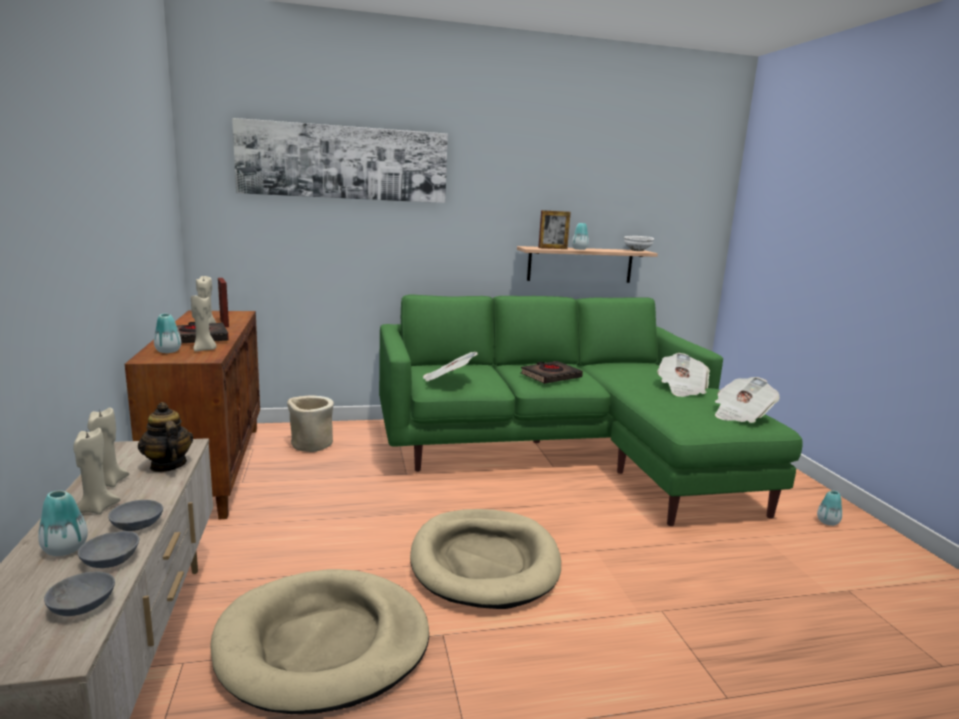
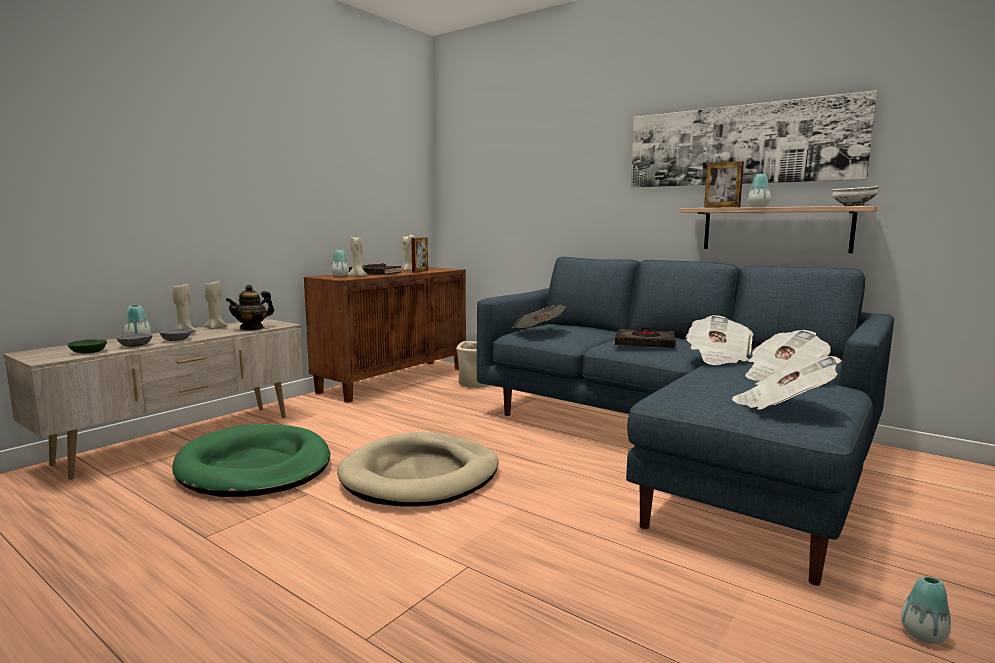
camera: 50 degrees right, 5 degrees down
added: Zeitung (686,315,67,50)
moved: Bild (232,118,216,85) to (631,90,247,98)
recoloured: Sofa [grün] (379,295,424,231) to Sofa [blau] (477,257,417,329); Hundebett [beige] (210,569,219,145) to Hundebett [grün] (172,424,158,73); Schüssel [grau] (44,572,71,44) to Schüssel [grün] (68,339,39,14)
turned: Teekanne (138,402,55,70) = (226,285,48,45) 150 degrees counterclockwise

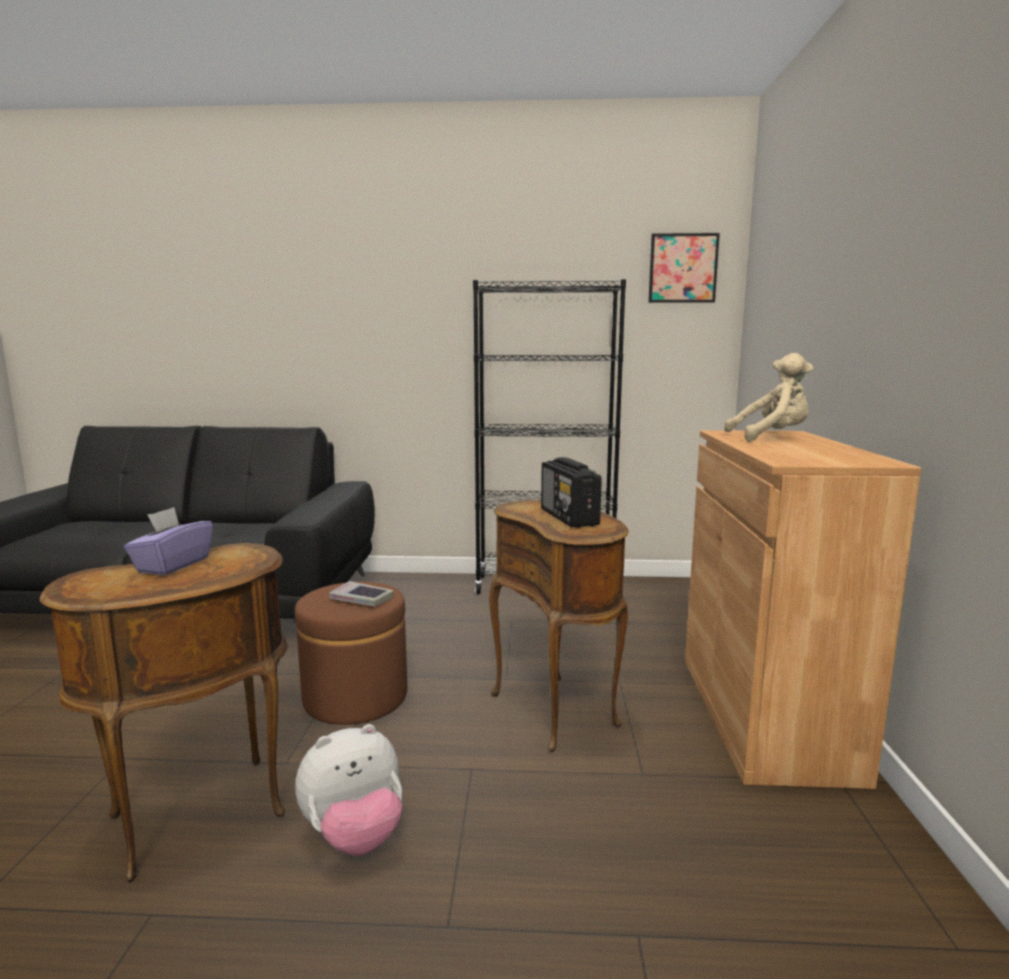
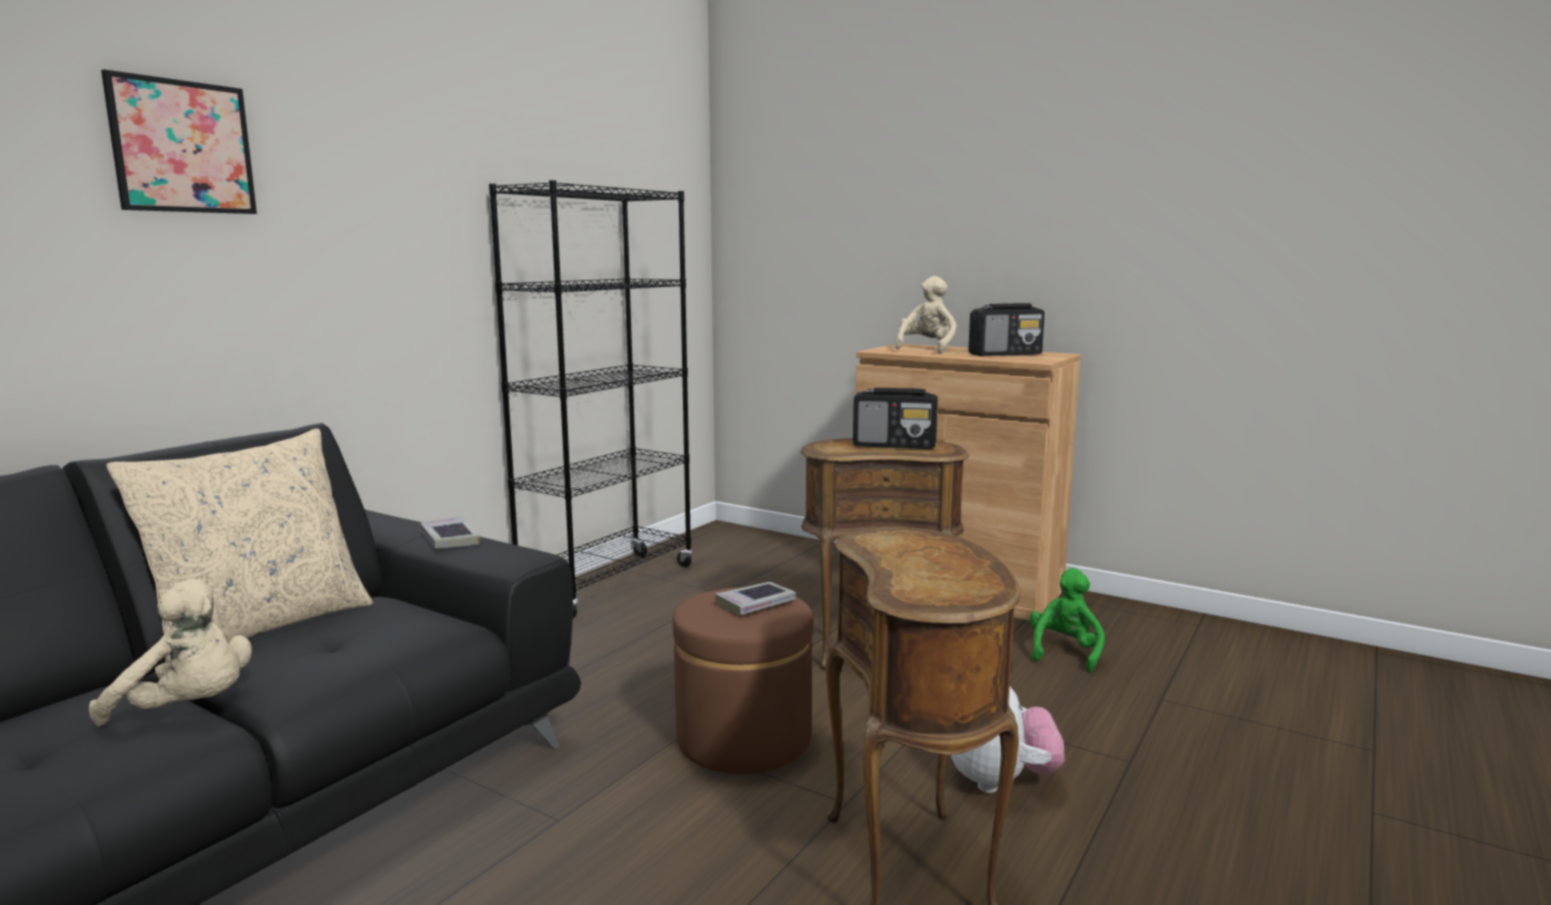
camera: 60 degrees left, 0 degrees up
removed: Taschentuchbox [lila] (124,507,89,68)
added: Radio (968,303,77,53); Kissen [beige] (106,428,267,235); Buch (420,516,60,32); Plüschtier [grün] (1030,568,75,104); Plüschtier [beige] (89,579,163,147)
moved: Bild (648,233,72,70) to (101,69,156,145)

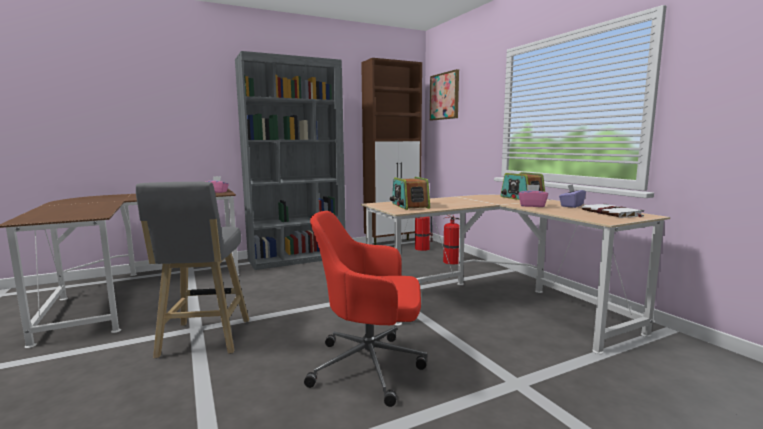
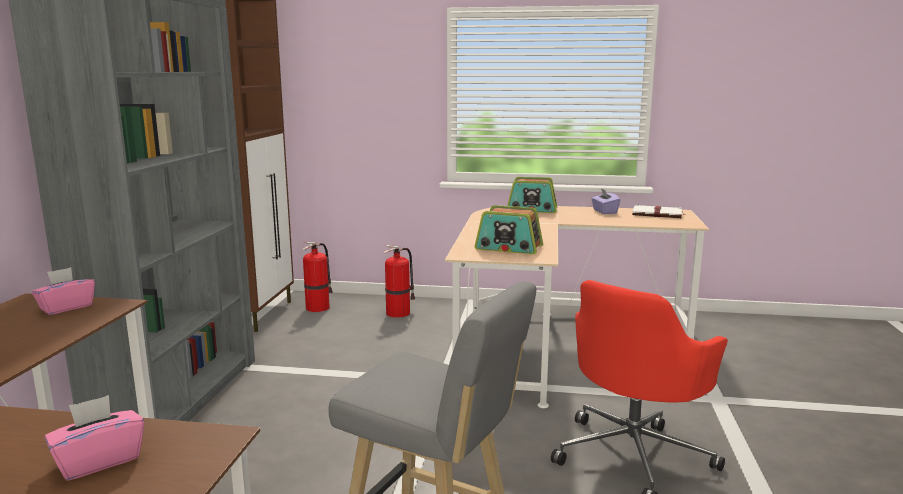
camera: 55 degrees left, 5 degrees up
removed: Bild (430,69,29,52)
moved: Taschentuchbox [rosa] (518,185,30,22) to (45,395,100,86)

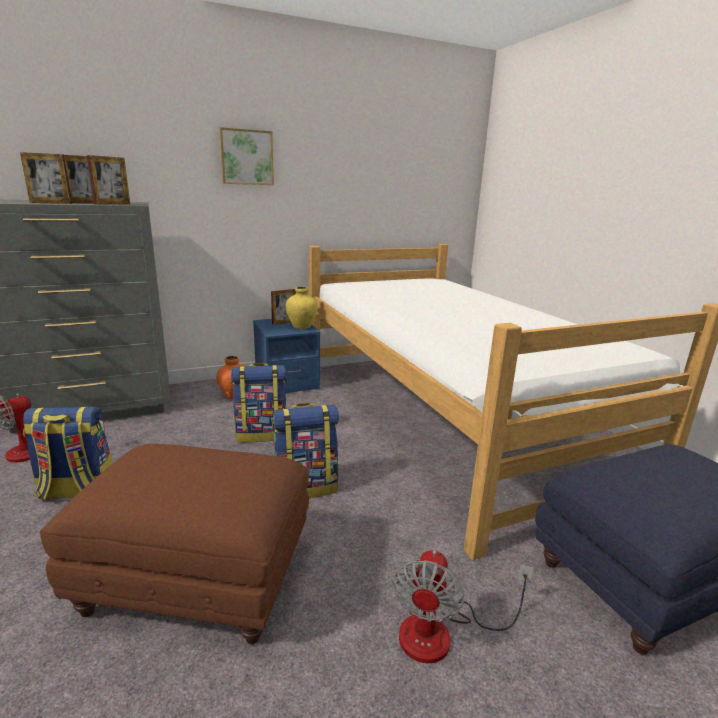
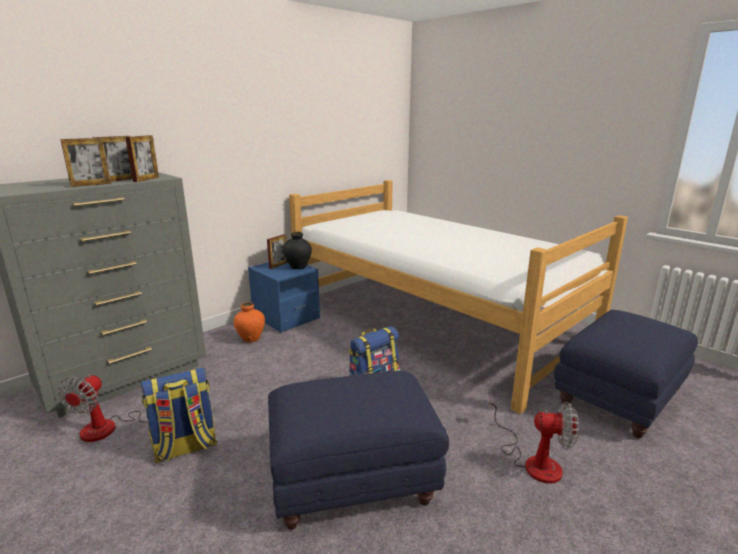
camera: 20 degrees left, 0 degrees up
removed: Bild (219,127,55,58); Rucksack (231,363,56,79)
recoloured: Vase [gelb] (285,286,33,43) to Vase [schwarz] (283,232,29,37); Polsterhocker [braun] (40,444,269,200) to Polsterhocker [blau] (268,371,181,159)
turned: Ventilator (392,550,142,113) = (489,395,90,88) 75 degrees counterclockwise

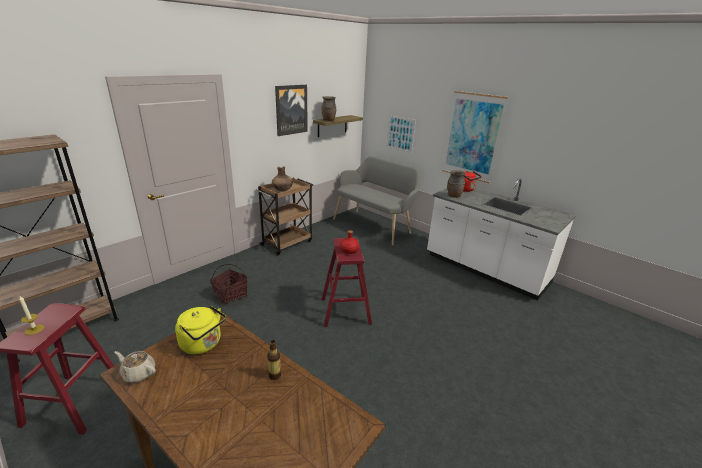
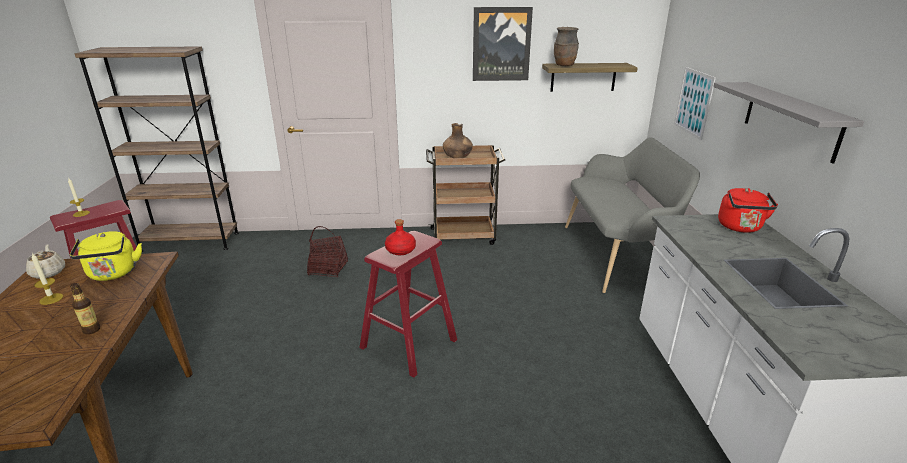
camera: 45 degrees right, 0 degrees up
removed: Vase [braun] (447,170,19,28)
added: Kerze (31,253,32,52)
replaced: Bild (442,91,67,92) to Wandregal [grau] (713,82,151,81)

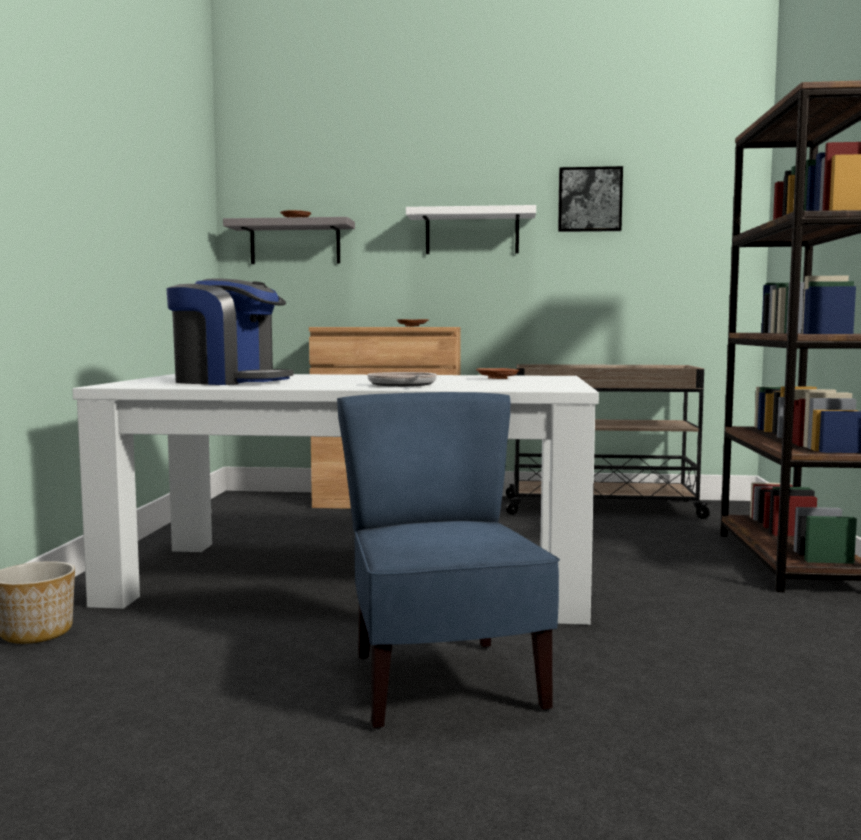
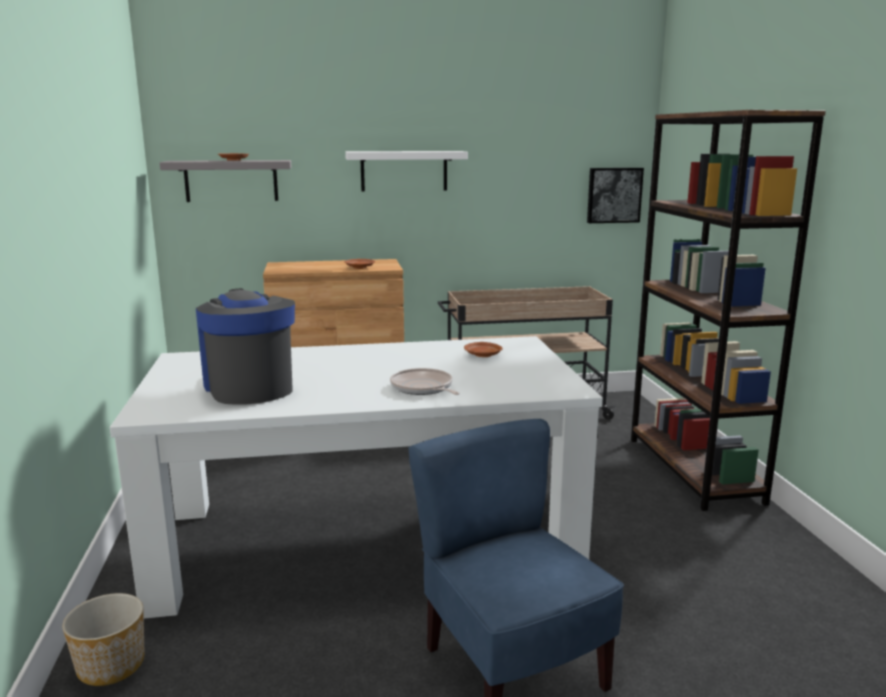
camera: 15 degrees left, 10 degrees up
moved: Bild (558,166,65,66) to (587,168,57,55)
turned: Kaffeemaschine (166,279,127,106) = (196,288,99,117) 120 degrees counterclockwise

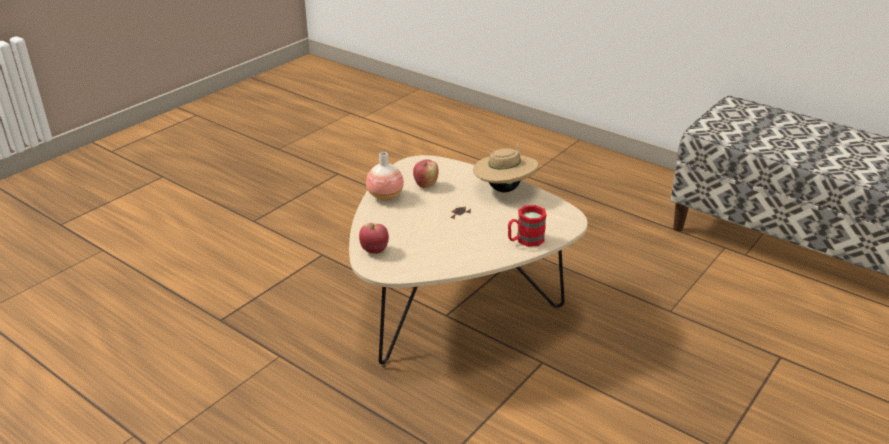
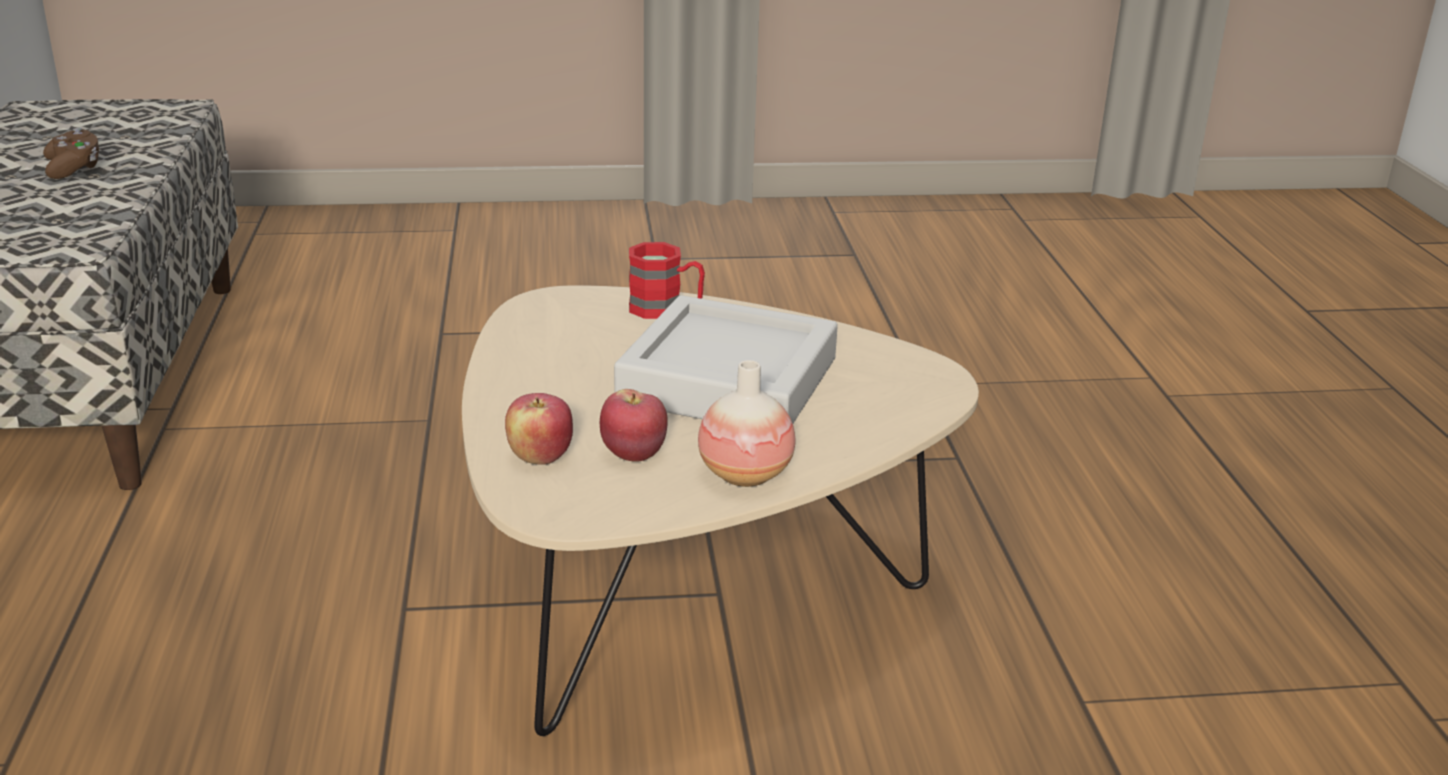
camera: 135 degrees left, 5 degrees down
removed: Hut [beige] (473,144,66,48)
added: Gamepad [braun] (43,128,56,51); Tablett [grau] (614,295,224,128)
moved: Apfel (359,223,30,31) to (505,393,68,72)

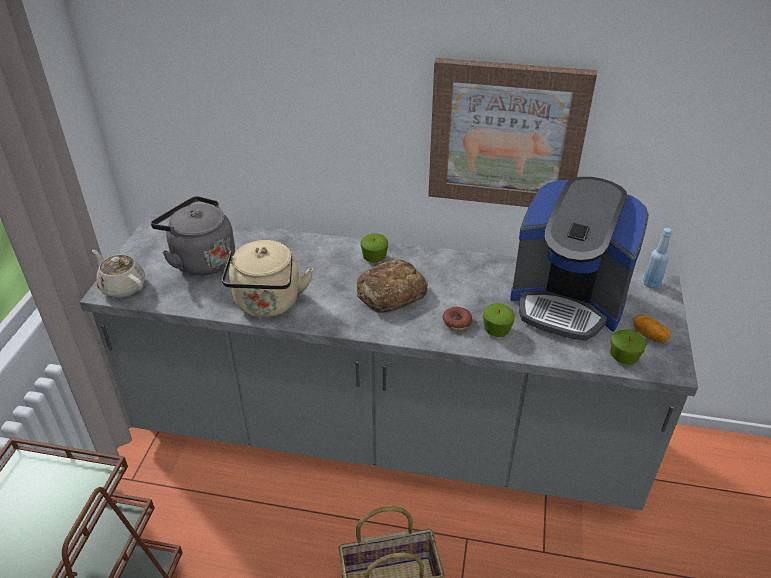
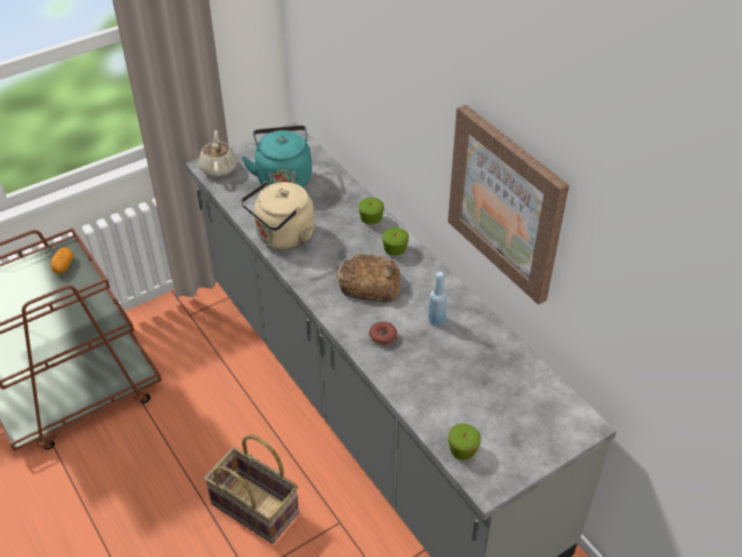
camera: 45 degrees right, 5 degrees up
removed: Kaffeemaschine (510,177,139,164)
moved: Flasche [blau] (643,228,29,60) to (428,272,19,53); Apfel (483,303,32,34) to (358,197,26,28); Kartoffel (633,315,38,28) to (51,247,23,27)
recoloured: Wasserkessel [grau] (151,196,84,80) to Wasserkessel [türkis] (242,125,70,62)

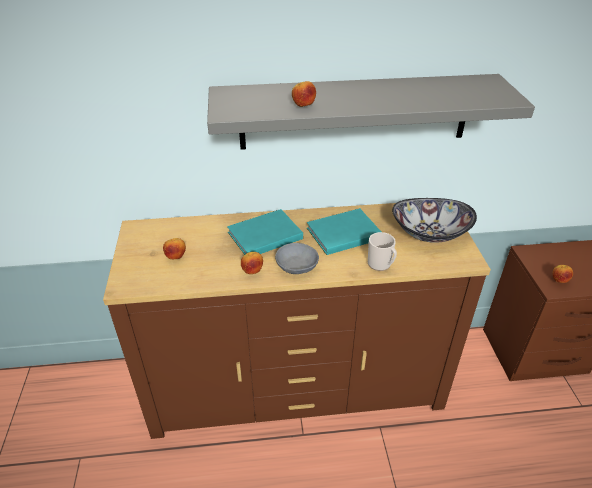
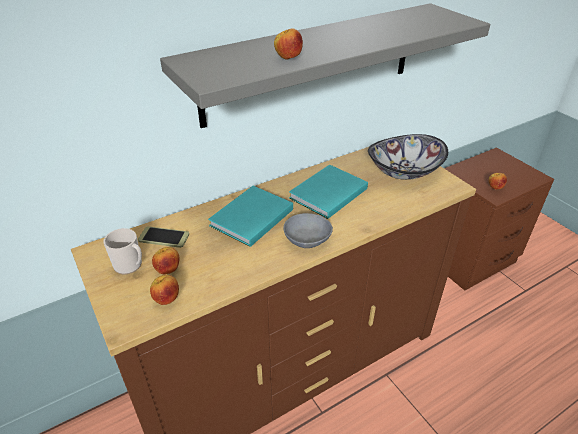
camera: 25 degrees left, 0 degrees up
added: Handy (138,226,51,22)
moved: Henkelbecher (368,232,29,39) to (103,228,39,46); Apfel (241,252,22,22) to (150,275,29,30)

